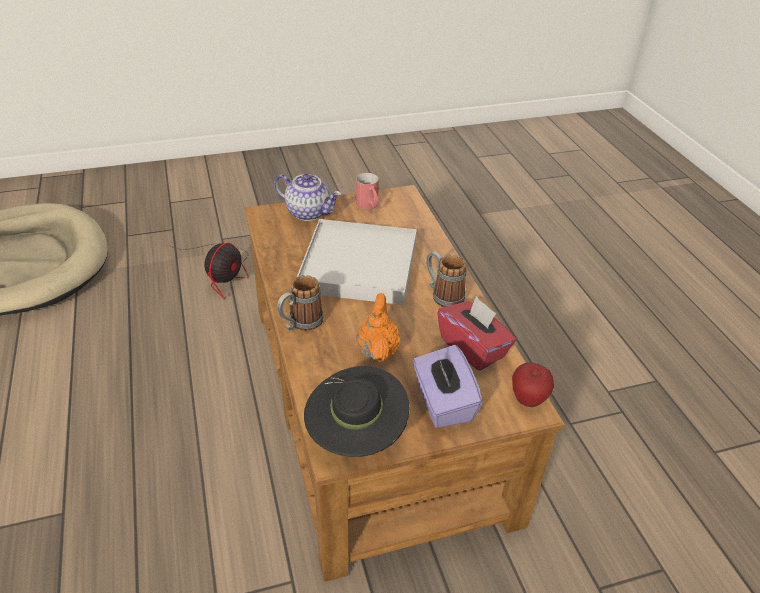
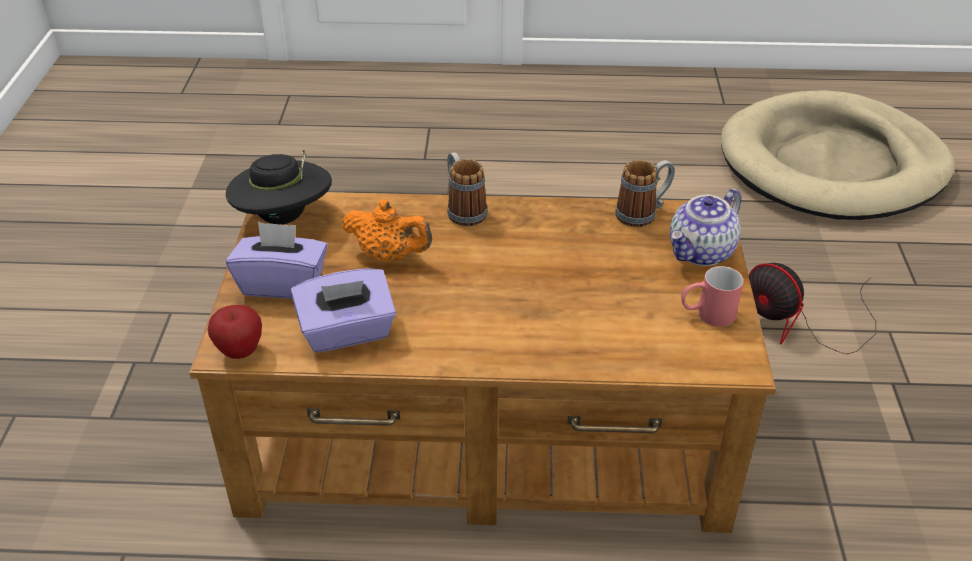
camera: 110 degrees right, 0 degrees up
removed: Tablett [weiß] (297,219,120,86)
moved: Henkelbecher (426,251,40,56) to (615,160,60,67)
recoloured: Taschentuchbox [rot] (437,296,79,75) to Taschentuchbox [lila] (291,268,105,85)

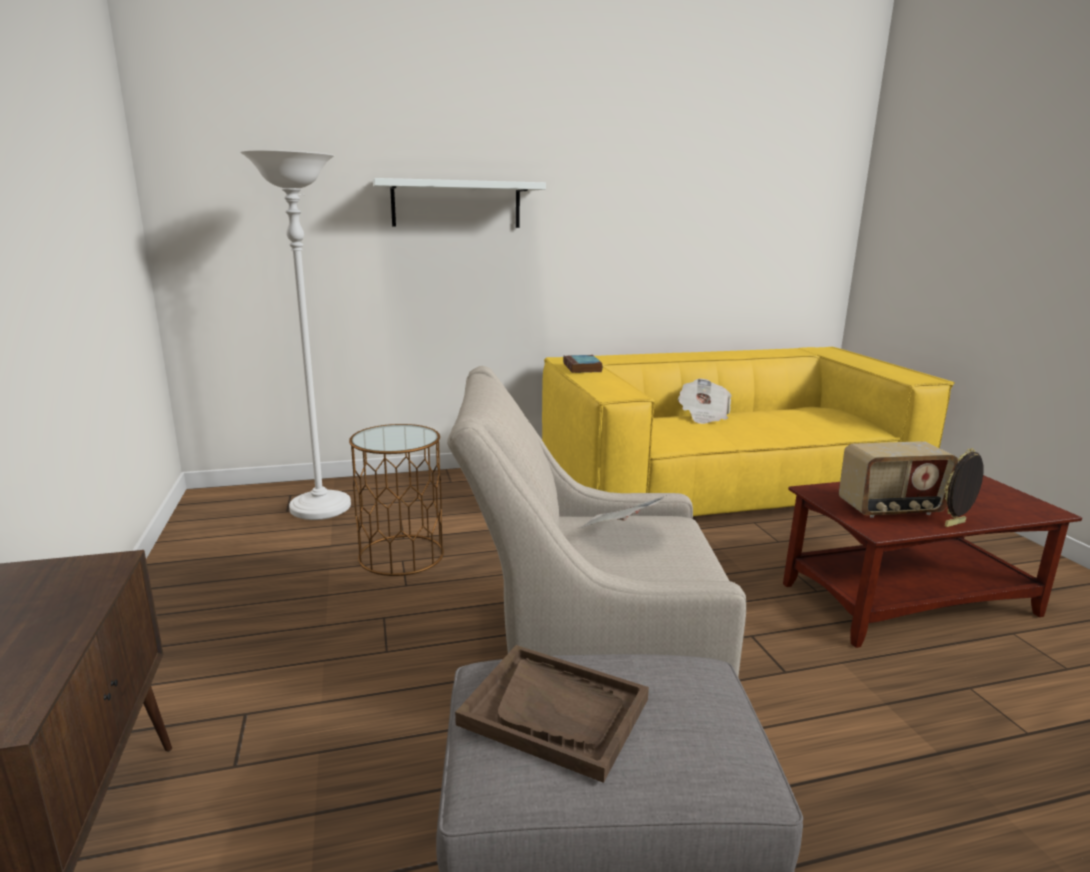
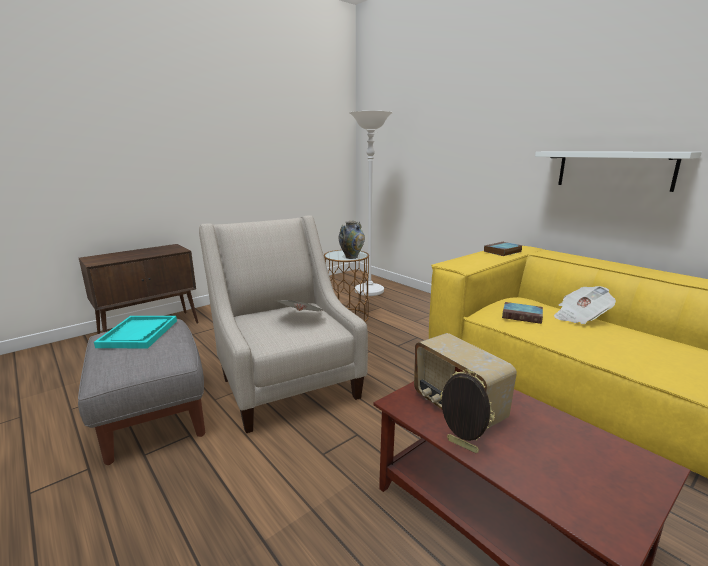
camera: 65 degrees right, 0 degrees up
added: Vase (339,221,26,38); Buch (502,302,41,22)
moved: Wandregal [weiß] (373,178,173,50) to (535,151,167,41)
recoloured: Tablett [braun] (455,645,194,138) to Tablett [türkis] (94,316,83,32)

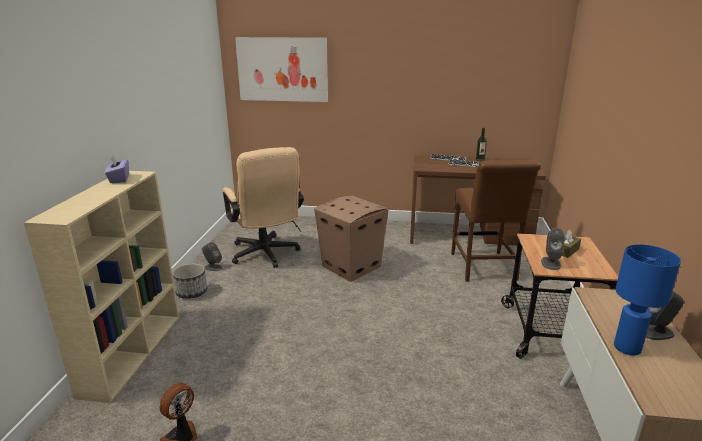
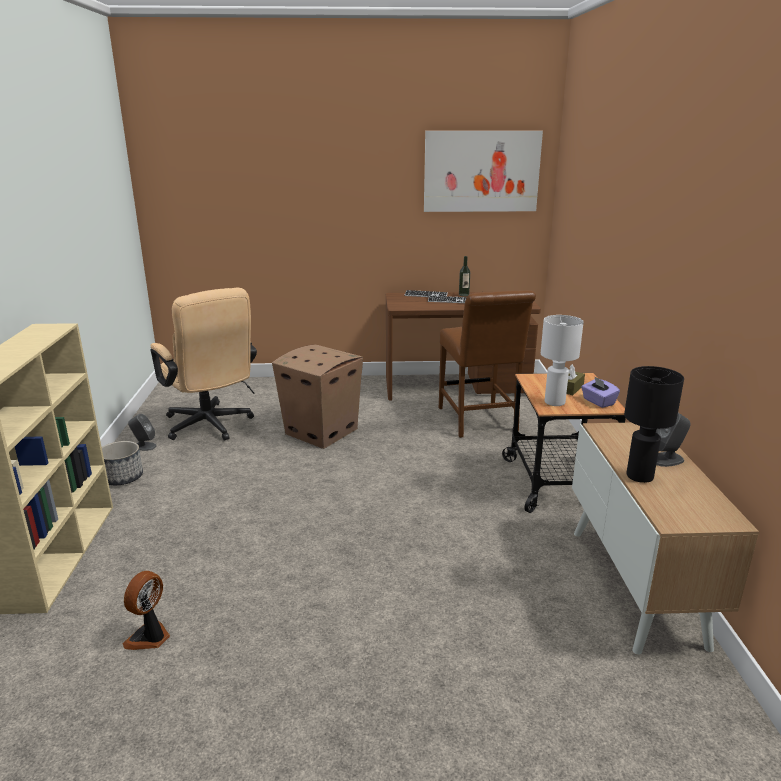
camera: 10 degrees left, 0 degrees up
moved: Bild (235,37,93,65) to (424,131,119,81); Taschentuchbox [lila] (105,156,24,27) to (581,376,39,32)
replaced: Lautsprecher [grau] (541,228,24,42) to Tischlampe [weiß] (541,315,43,91)
recoloured: Tischlampe [blau] (614,244,67,111) to Tischlampe [schwarz] (624,366,60,117)

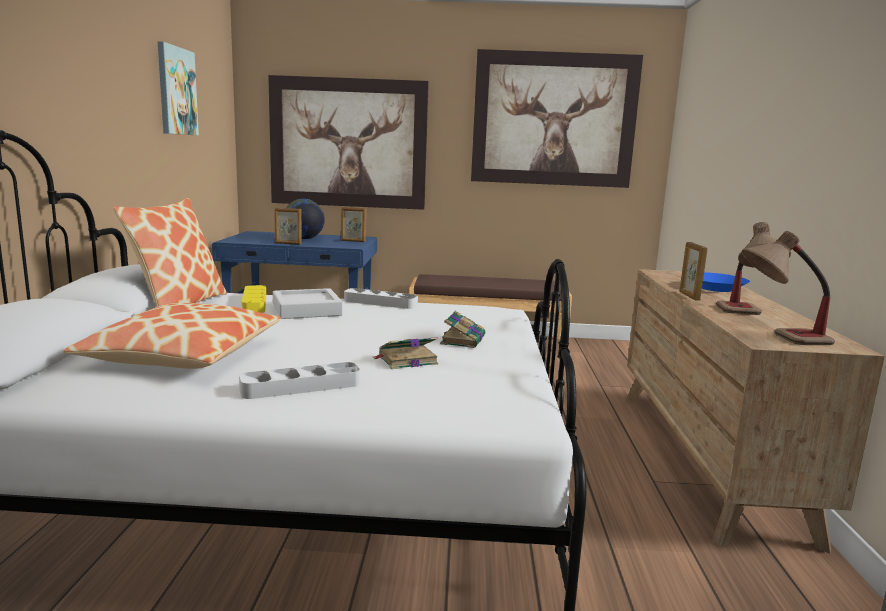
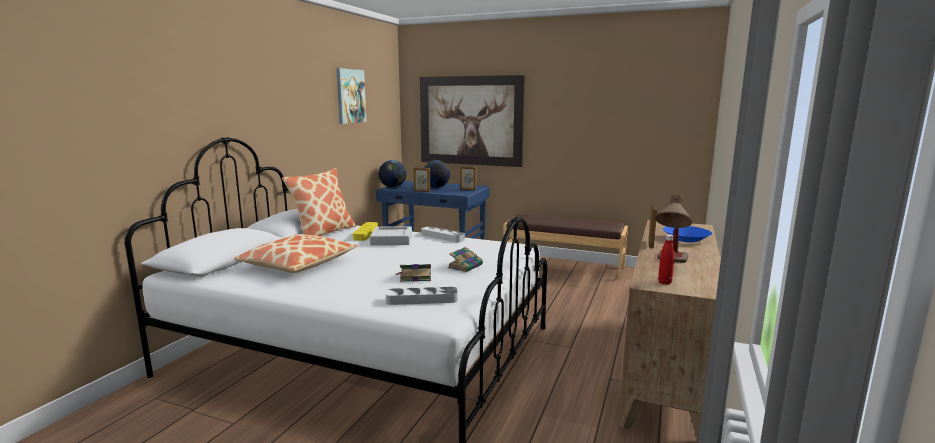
camera: 20 degrees right, 0 degrees up
removed: Bild (471,49,172,139)
added: Globus (379,160,27,28)
moved: Tablett [grau] (239,362,121,37) to (386,287,72,18)
replaced: Tischlampe (742,231,93,114) to Flasche [rot] (658,234,17,50)

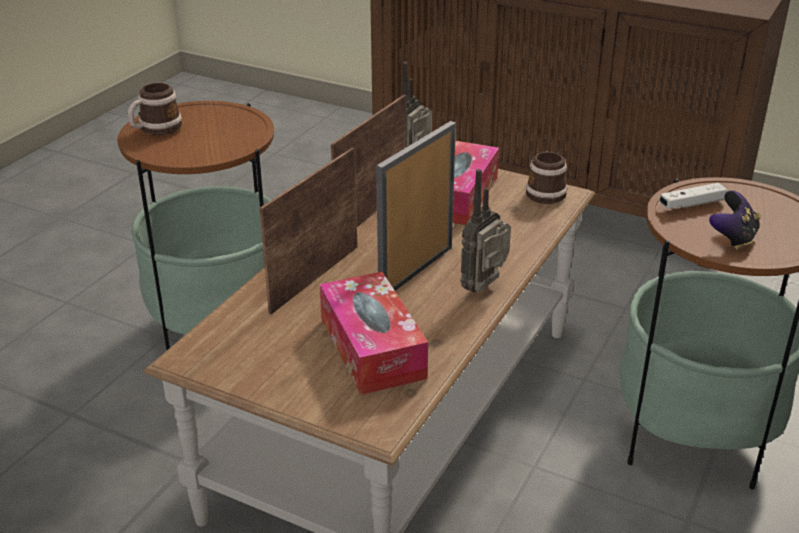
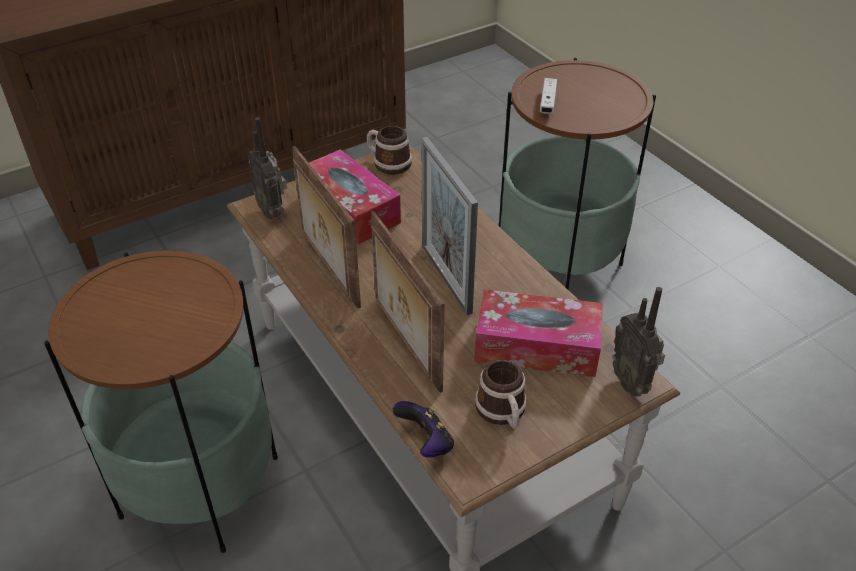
camera: 60 degrees left, 10 degrees up
moved: Henkelbecher (128,83,54,52) to (475,360,52,69); Radio (460,169,51,123) to (613,287,52,109); Gamepad (709,191,52,59) to (392,401,62,57)

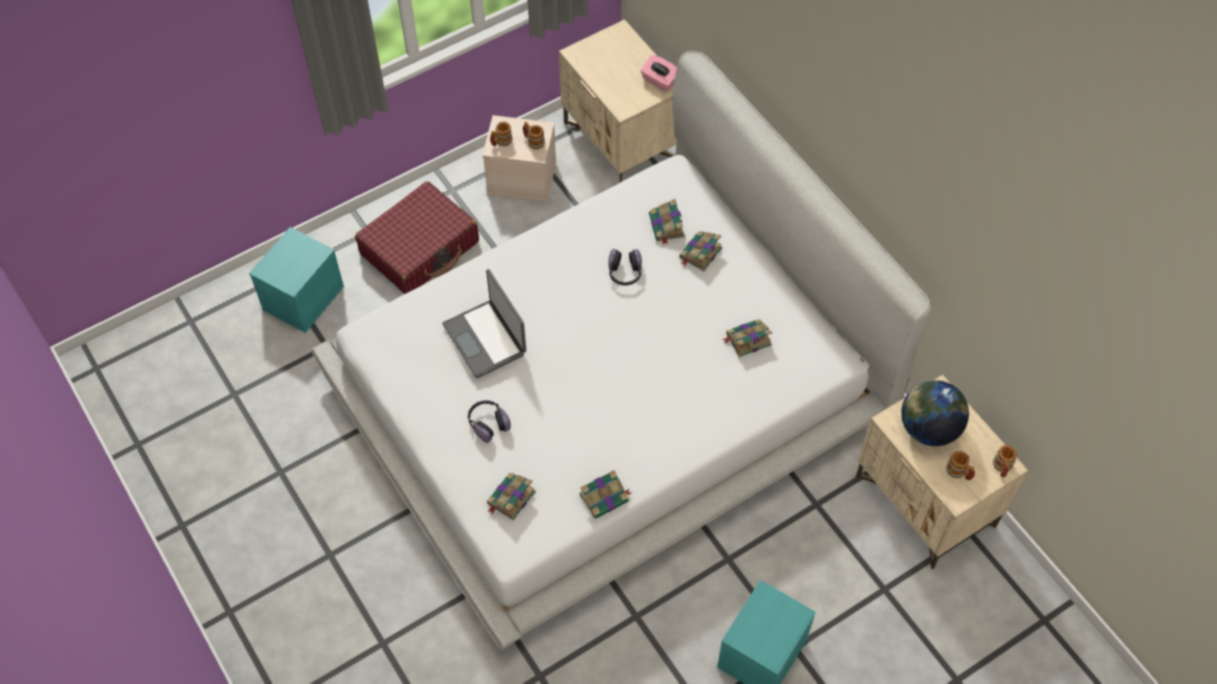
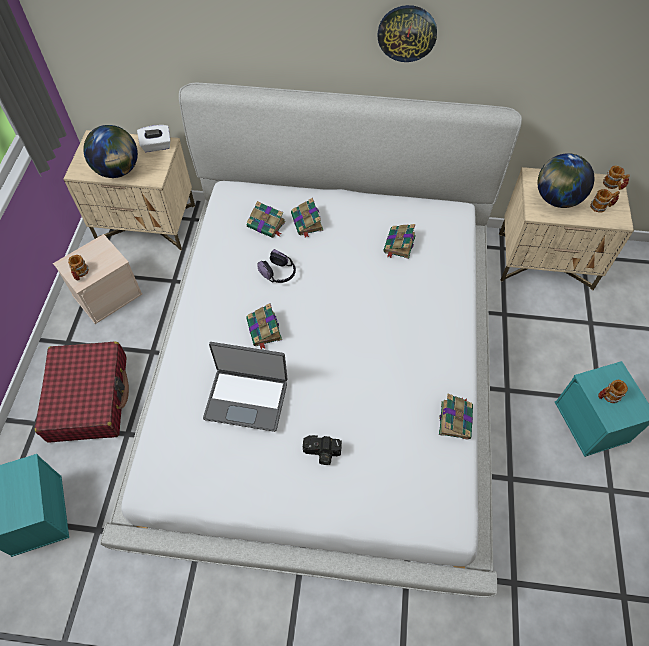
camera: 50 degrees left, 0 degrees up
added: Wanduhr (378,5,59,57); Globus (83,125,55,53)
moved: Henkelbecher (522,122,23,28) to (598,380,30,23); Buch (487,472,49,49) to (246,303,36,46)
replaced: Kopfhörer (468,400,43,43) to Kamera (303,435,39,30)
recoloured: Taschentuchbox [rosa] (640,55,37,37) to Taschentuchbox [weiß] (137,125,34,27)

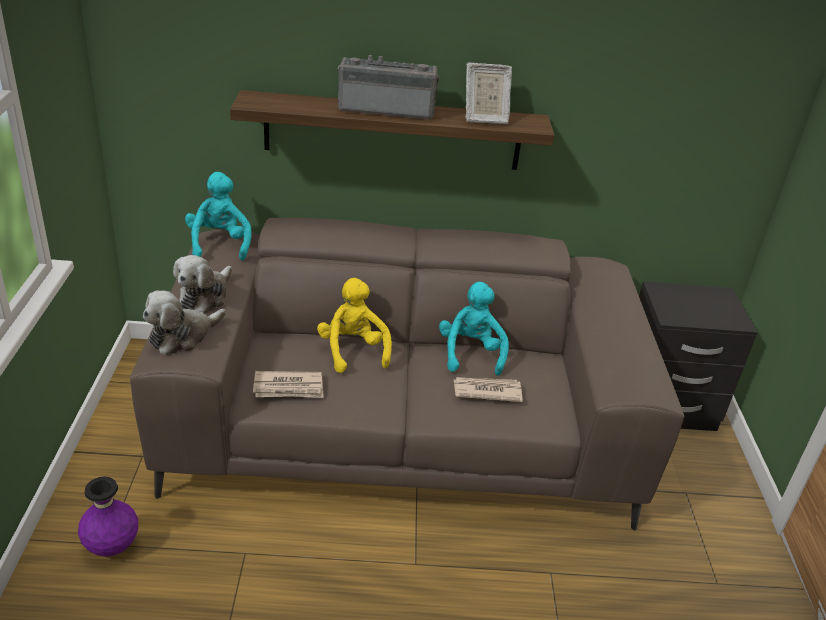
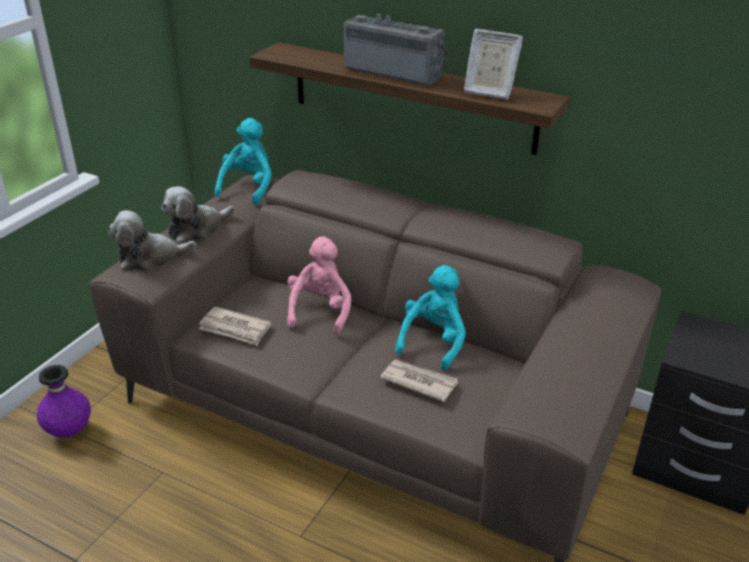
camera: 30 degrees right, 0 degrees up
recoloured: Plüschtier [gelb] (317,278,75,95) to Plüschtier [rosa] (287,236,64,98)

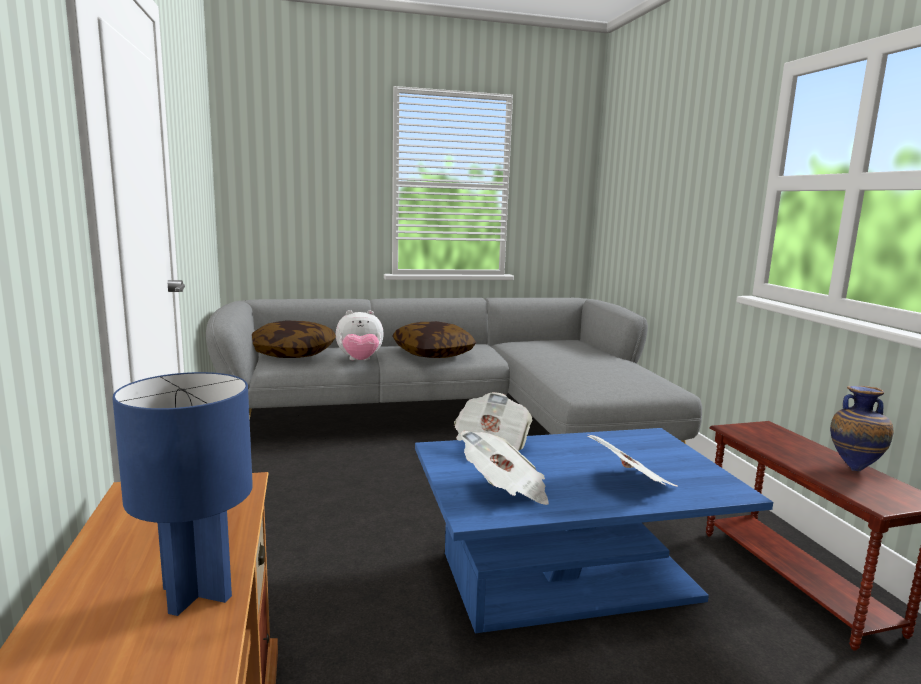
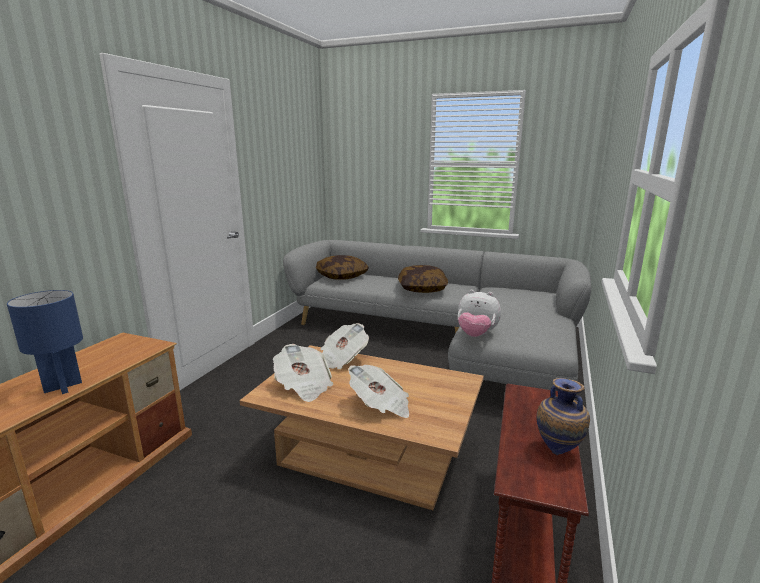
camera: 35 degrees right, 5 degrees up
moved: Plüschtier (336,310,48,50) to (458,290,43,47)
recoloured: Couchtisch [blau] (415,428,358,205) to Couchtisch [braun] (240,345,244,165)

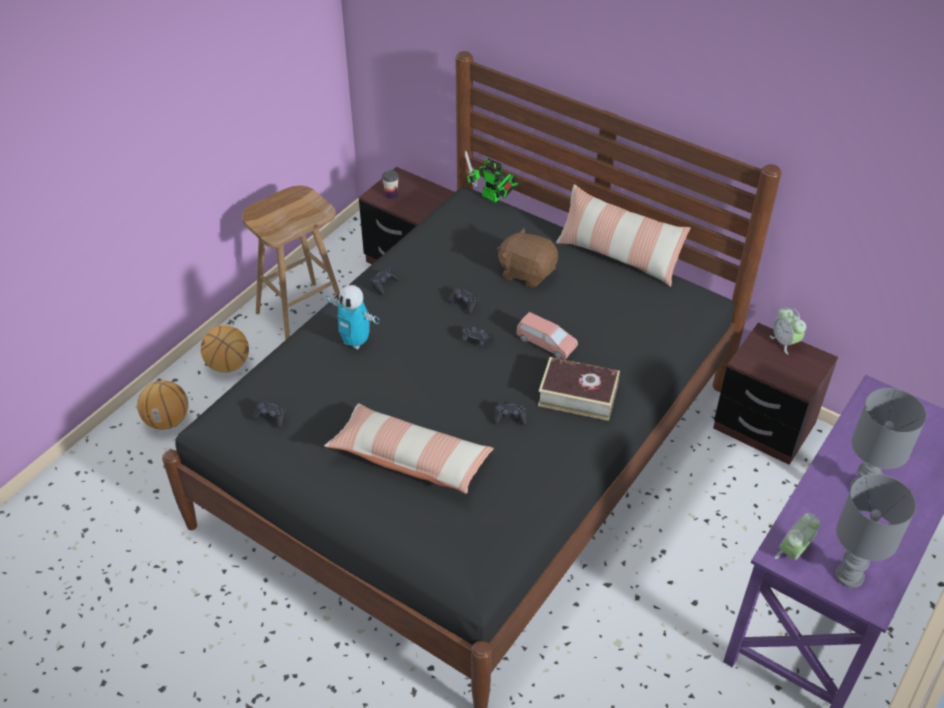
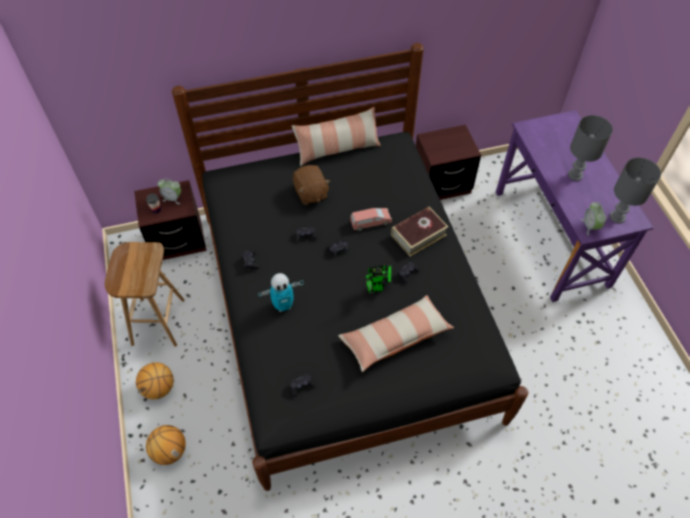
camera: 50 degrees left, 10 degrees up
moved: Spielzeugroboter (465,151,53,51) to (366,265,26,29); Wecker (770,307,36,47) to (158,178,23,26)
turned: Plüschtier [braun] (497,227,61,61) = (293,165,37,40) 90 degrees counterclockwise

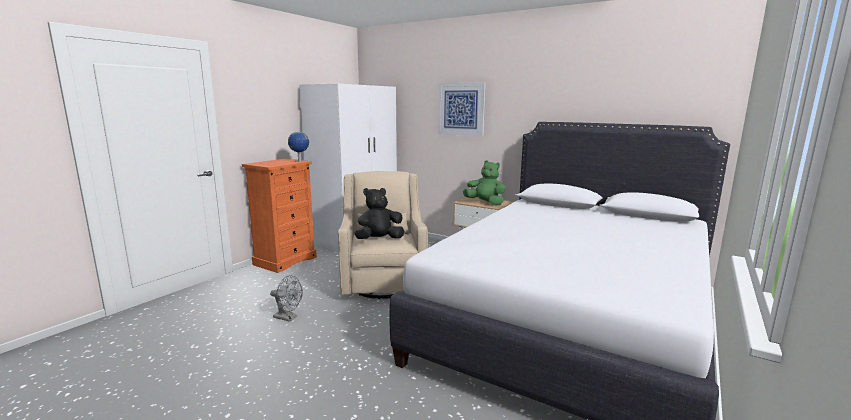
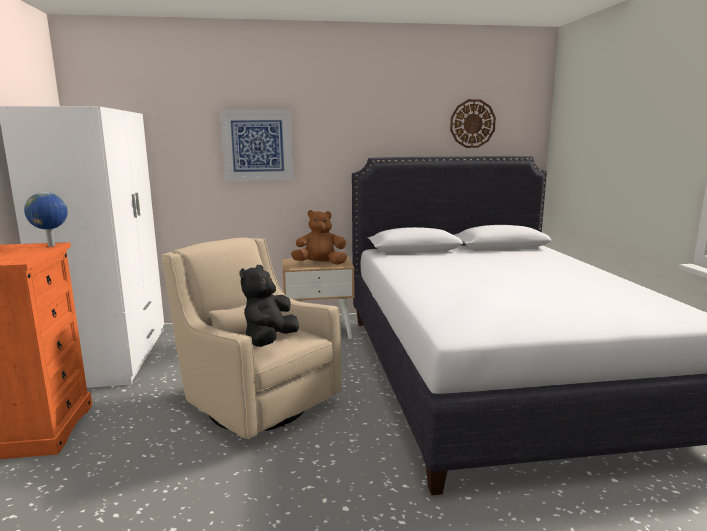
camera: 40 degrees left, 0 degrees up
removed: Ventilator [grau] (270,275,33,47)
added: Wanduhr (450,99,46,49)
recoloured: Plüschtier [grün] (463,160,43,46) to Plüschtier [braun] (291,210,56,55)

